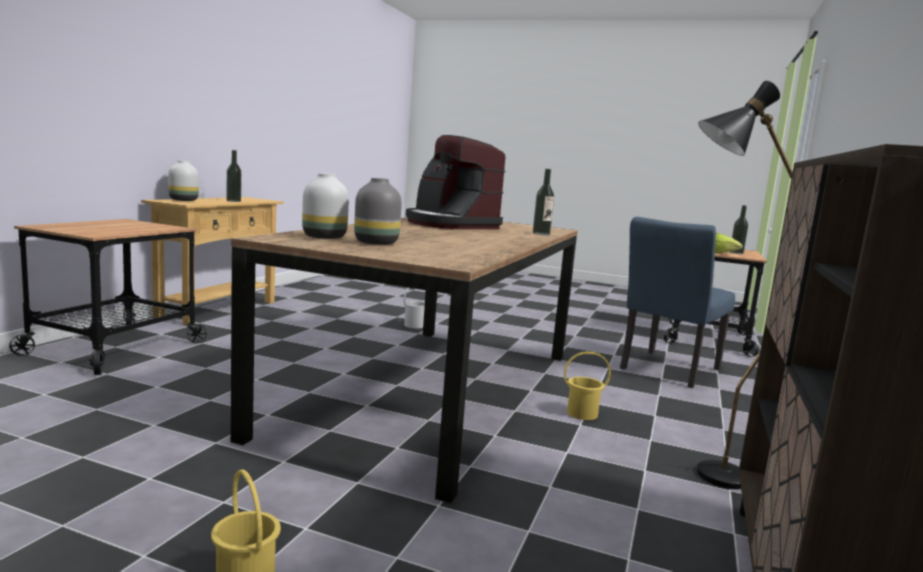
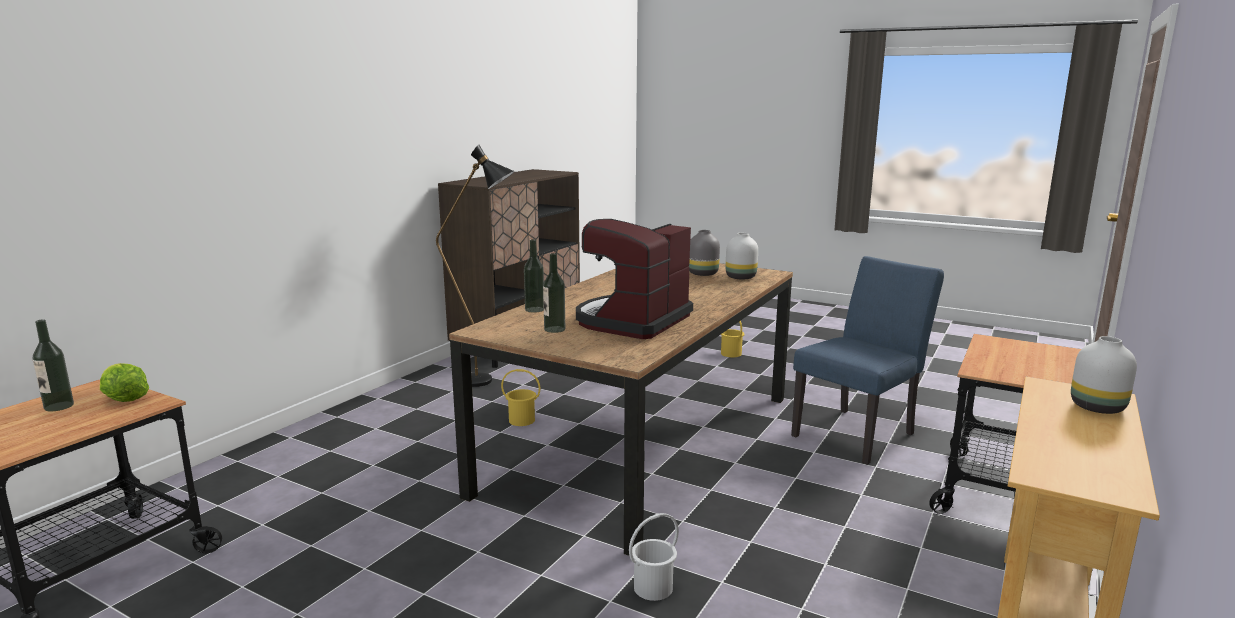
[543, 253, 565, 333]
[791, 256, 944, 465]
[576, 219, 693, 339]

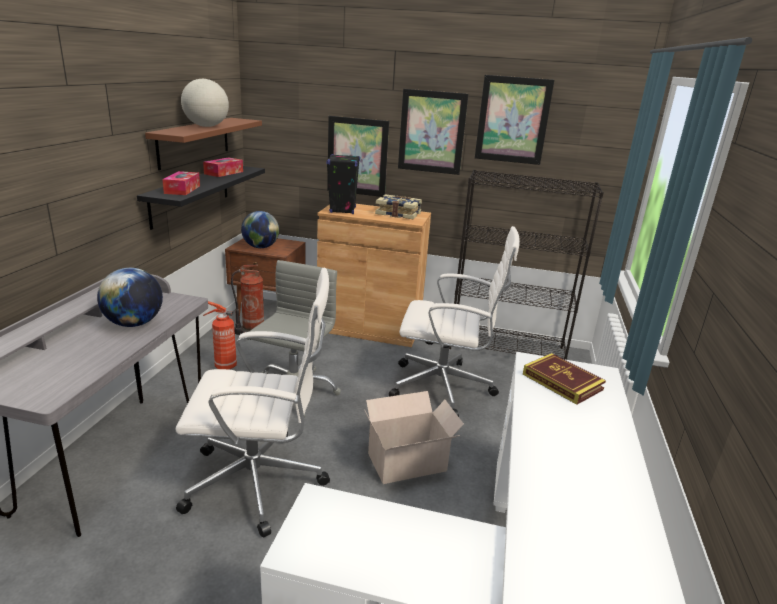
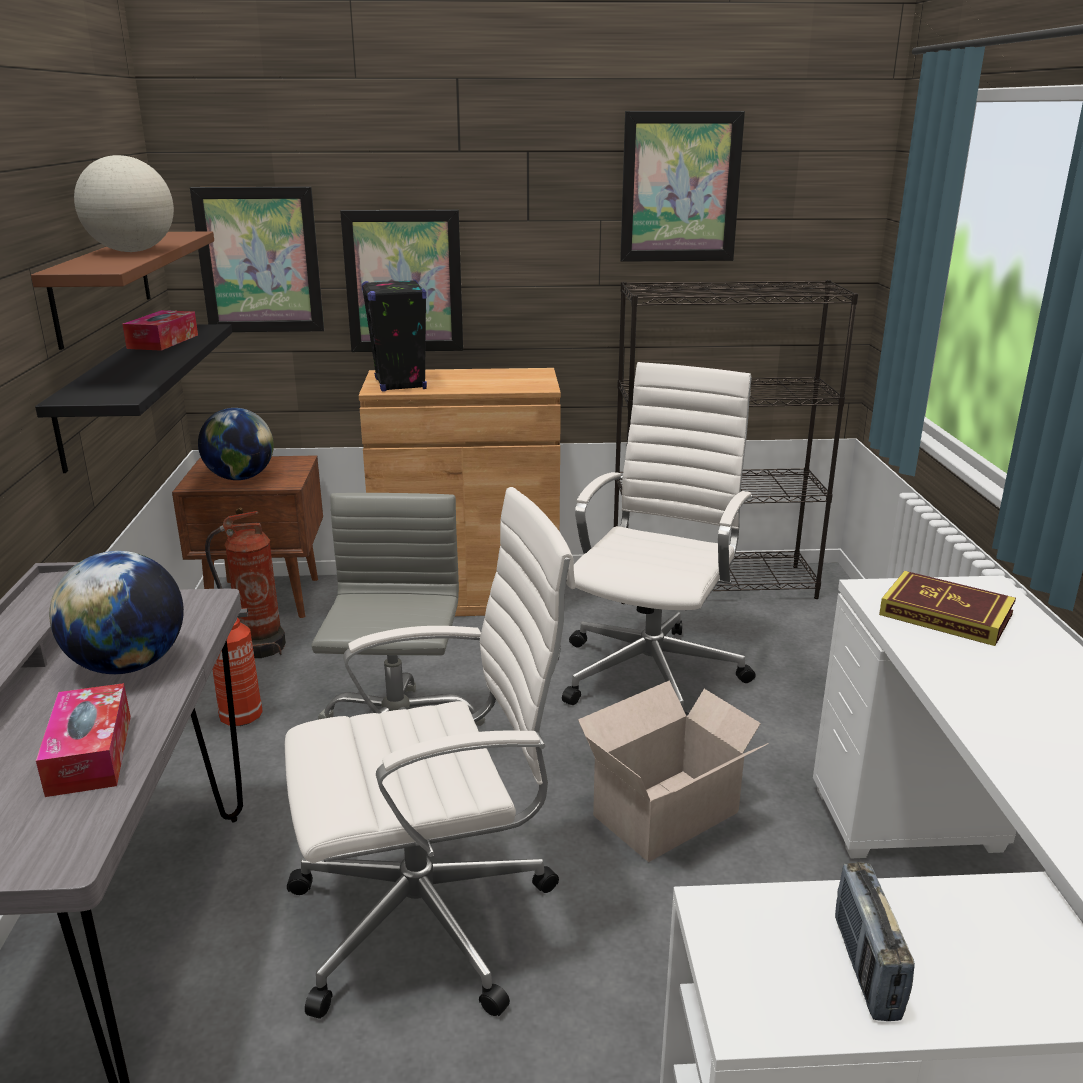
[375, 194, 422, 219] (first image)
[835, 862, 915, 1021]
[36, 683, 131, 797]
[190, 186, 324, 332]
[562, 362, 756, 716]

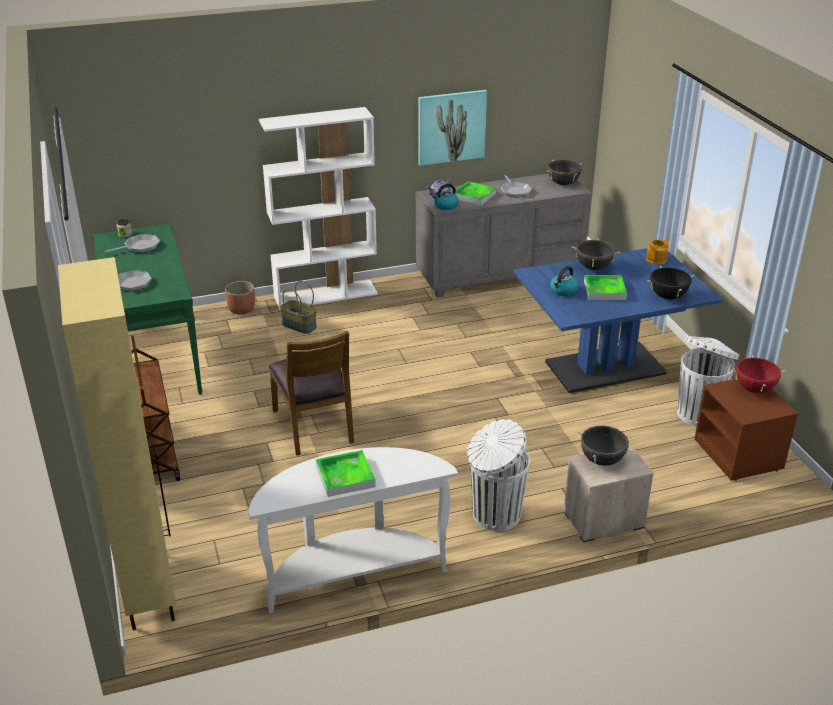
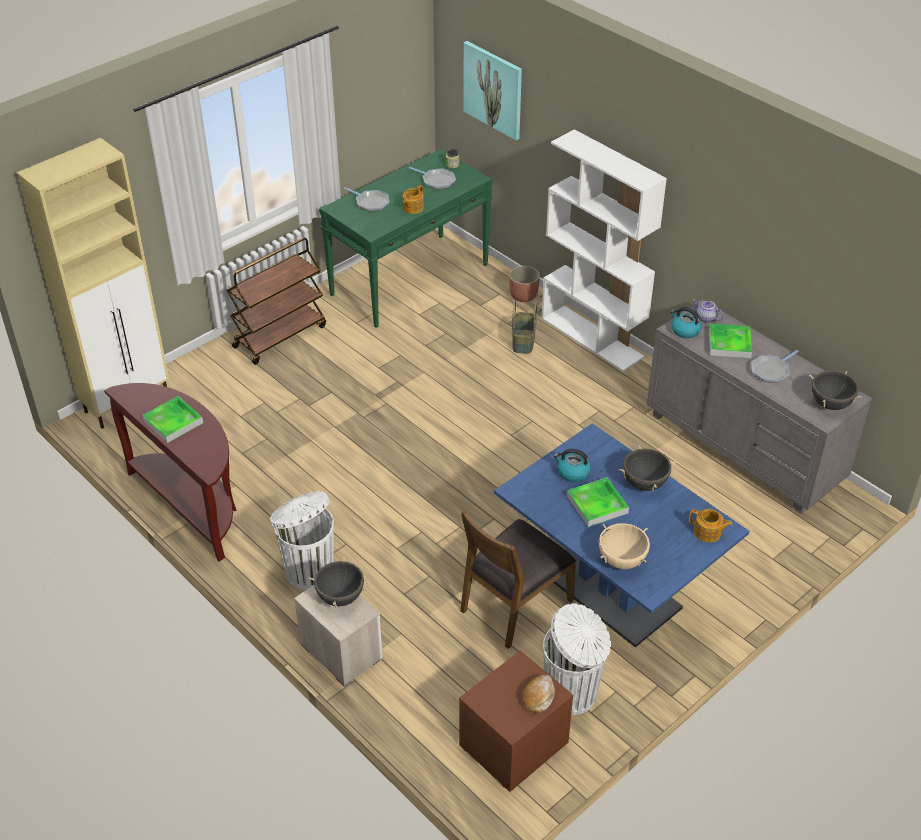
[403, 185, 424, 214]
[460, 510, 576, 649]
[464, 41, 522, 140]
[522, 675, 555, 713]
[104, 383, 237, 561]
[598, 523, 650, 569]

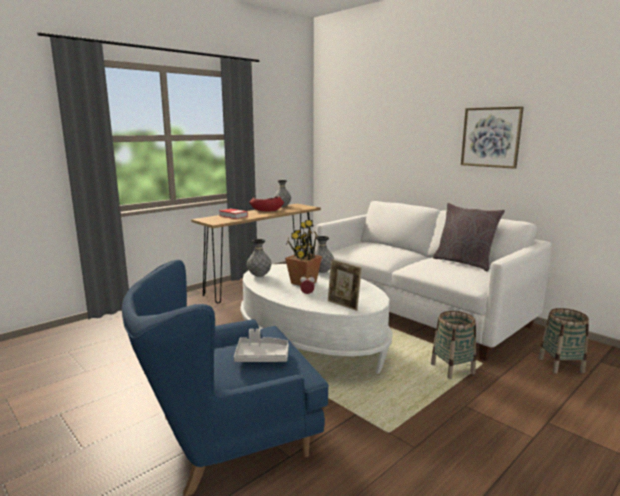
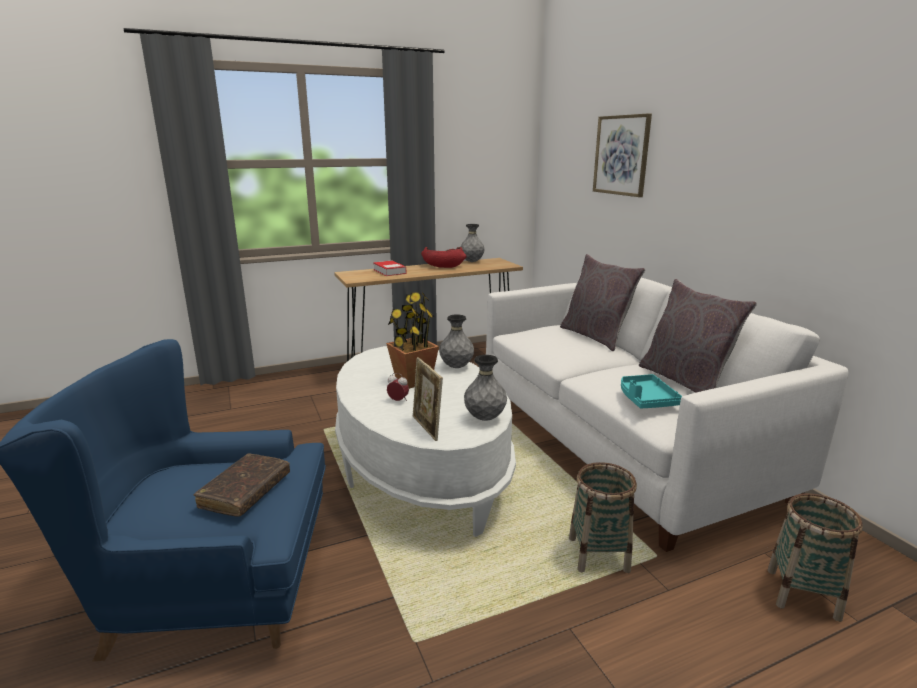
[560, 254, 645, 351]
[621, 374, 682, 409]
[464, 355, 507, 421]
[593, 113, 652, 197]
[194, 454, 290, 517]

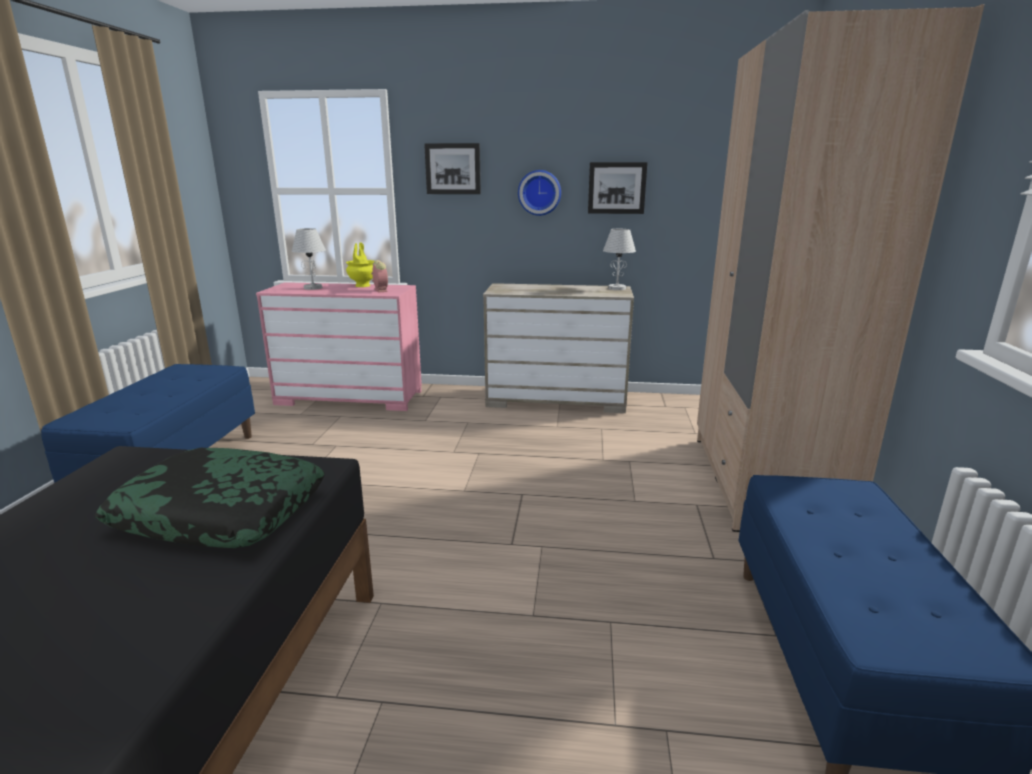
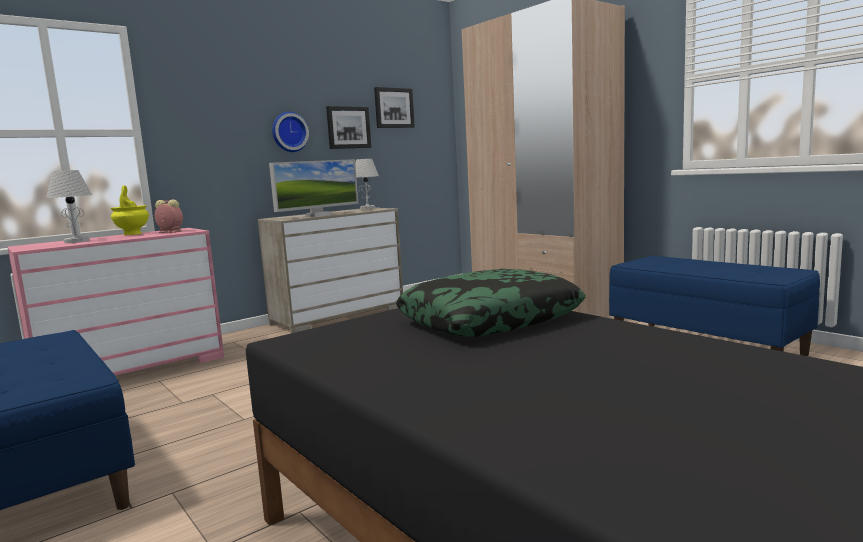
[269, 159, 358, 217]
[374, 87, 415, 128]

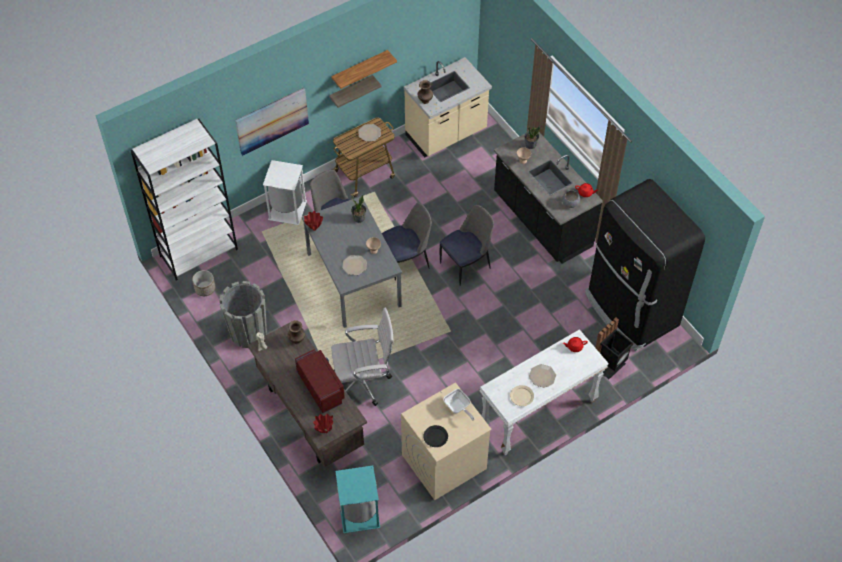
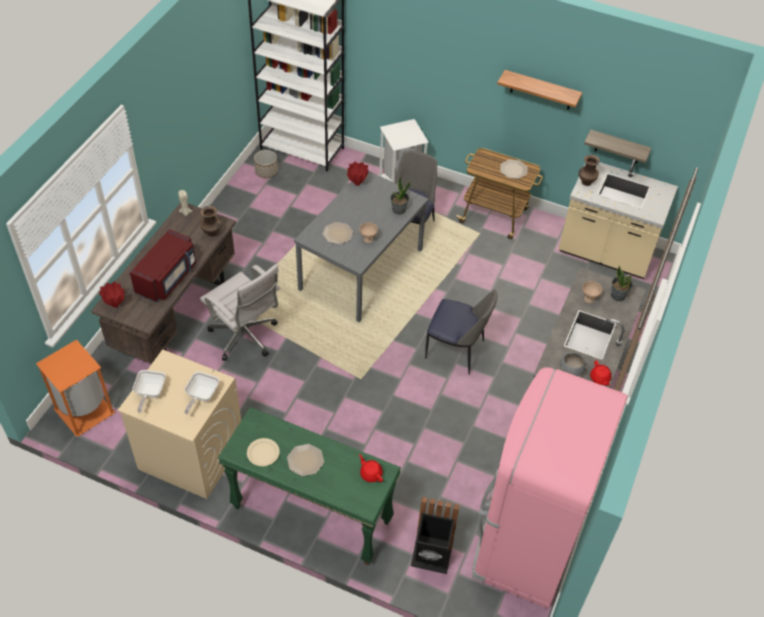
[219, 281, 267, 348] (first image)
[235, 88, 309, 156] (first image)
[382, 202, 432, 281] (first image)
[584, 130, 651, 164]
[133, 370, 166, 413]
[36, 339, 115, 437]
[218, 407, 401, 565]
[472, 367, 628, 609]

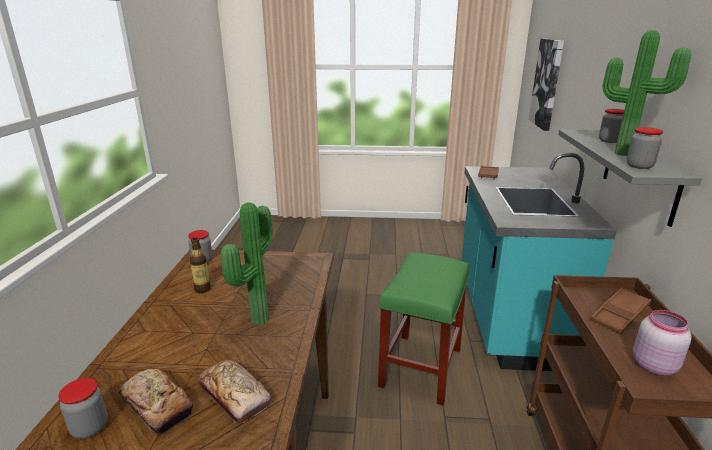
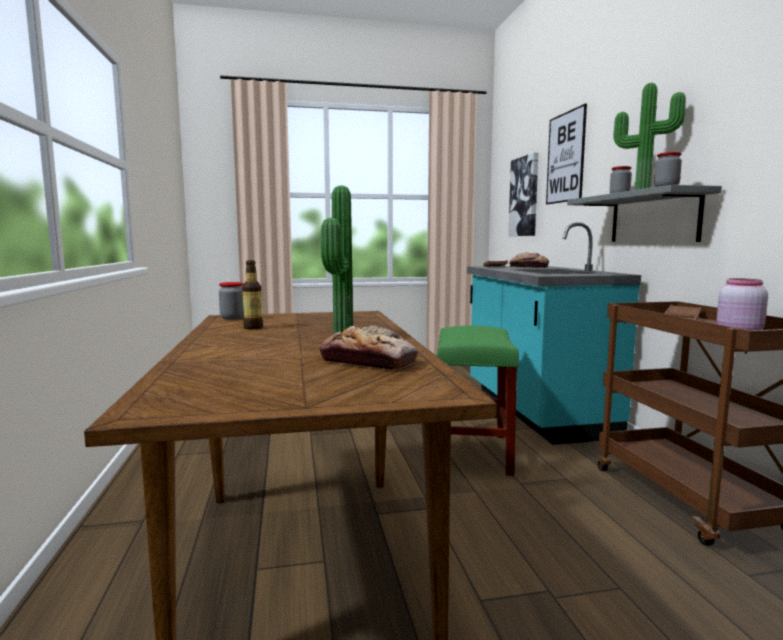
[58, 378, 108, 439] (first image)
[546, 104, 587, 204]
[509, 252, 549, 268]

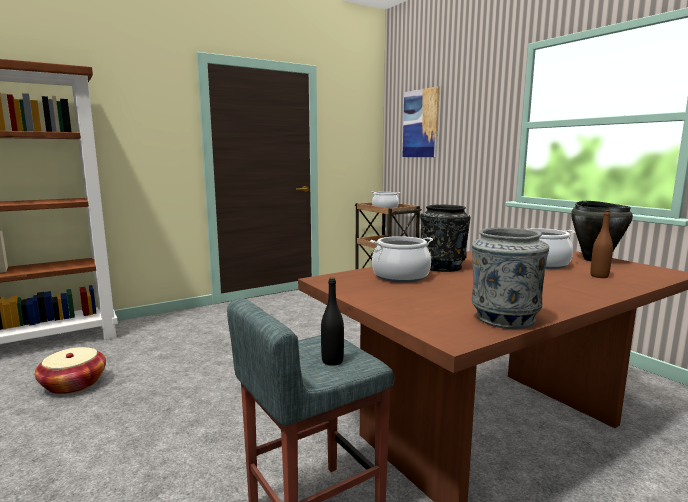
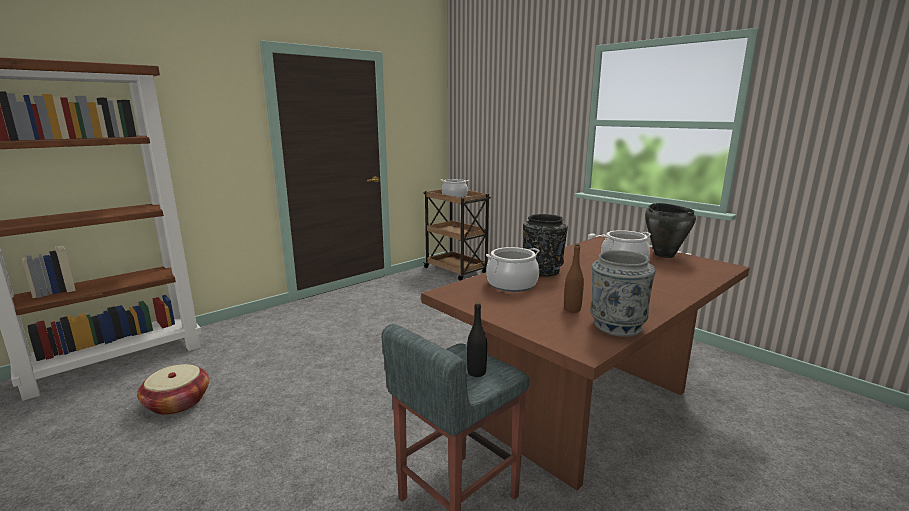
[403, 86, 440, 157] (first image)
[564, 244, 584, 313]

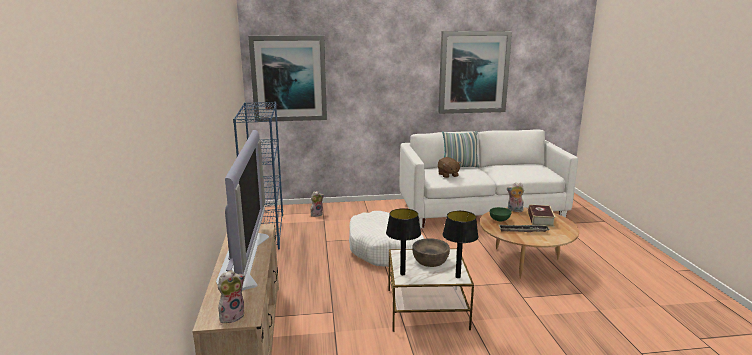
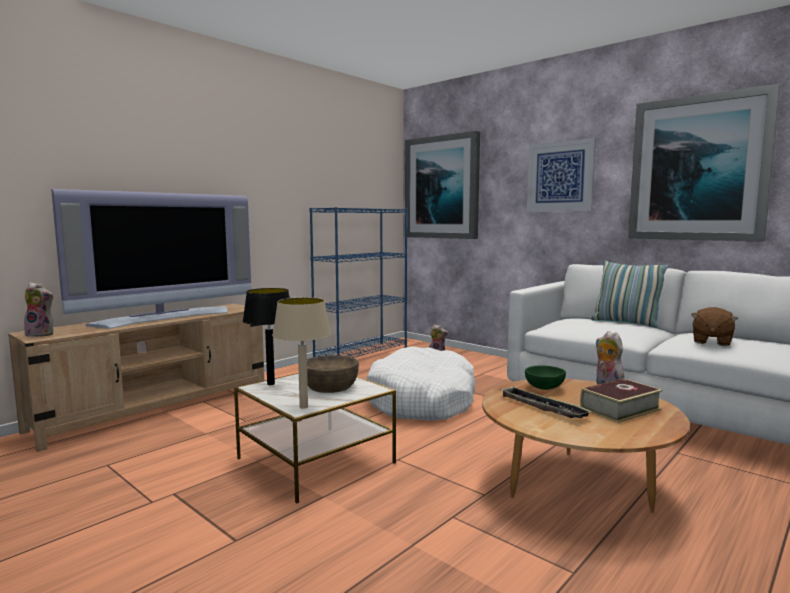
[527, 138, 596, 212]
[691, 307, 738, 346]
[273, 297, 331, 409]

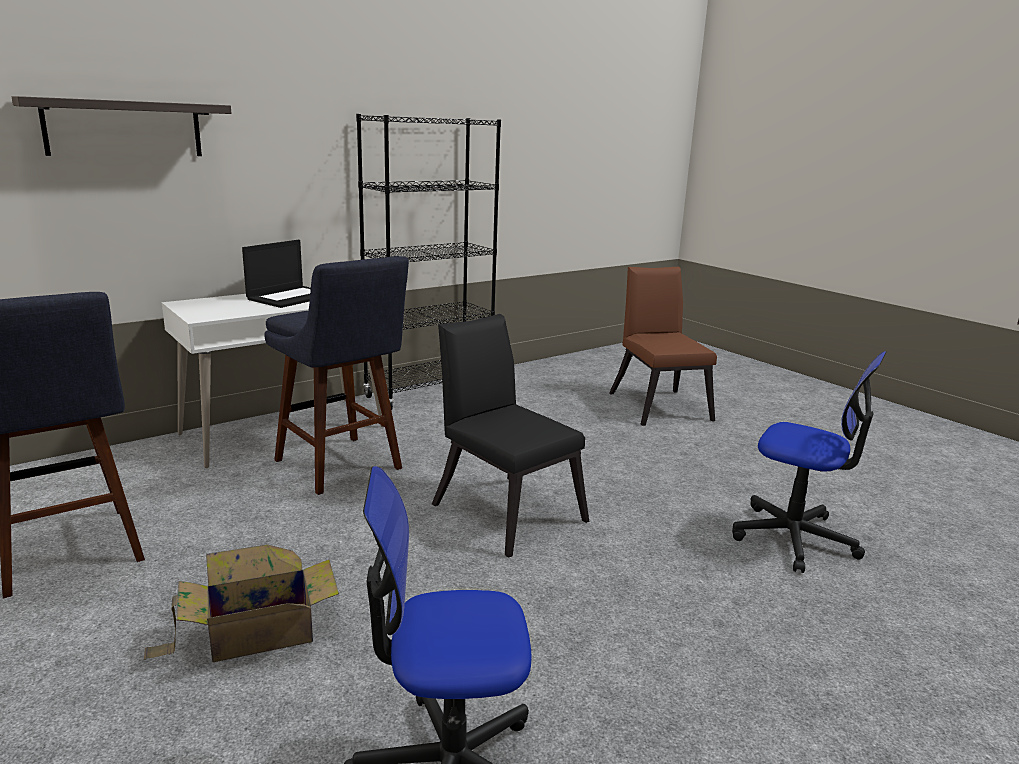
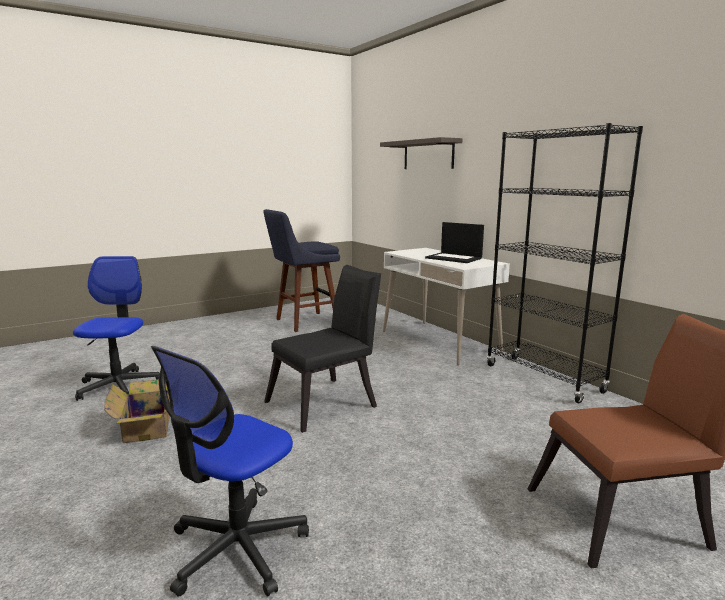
[264, 256, 409, 495] (first image)
[104, 379, 170, 443]

